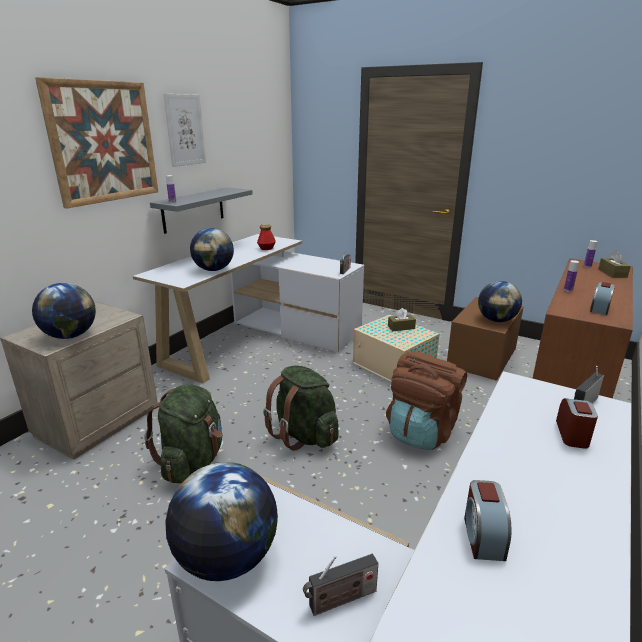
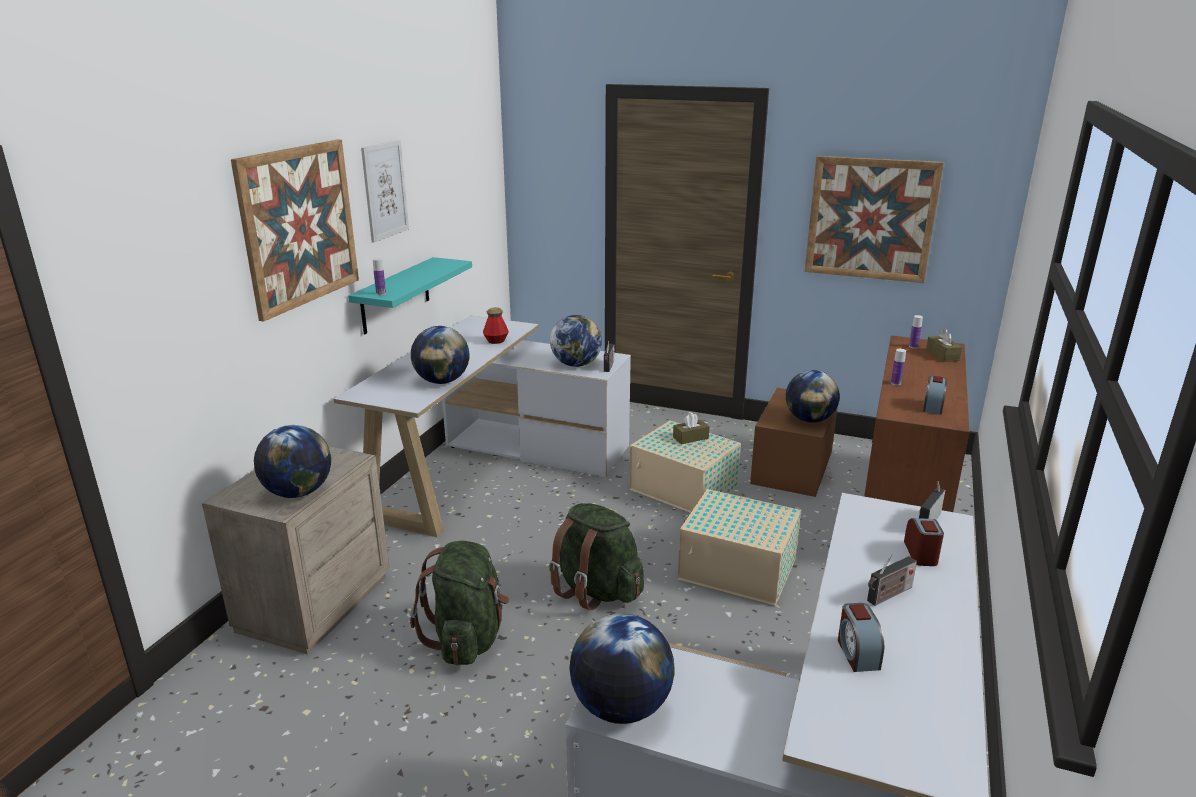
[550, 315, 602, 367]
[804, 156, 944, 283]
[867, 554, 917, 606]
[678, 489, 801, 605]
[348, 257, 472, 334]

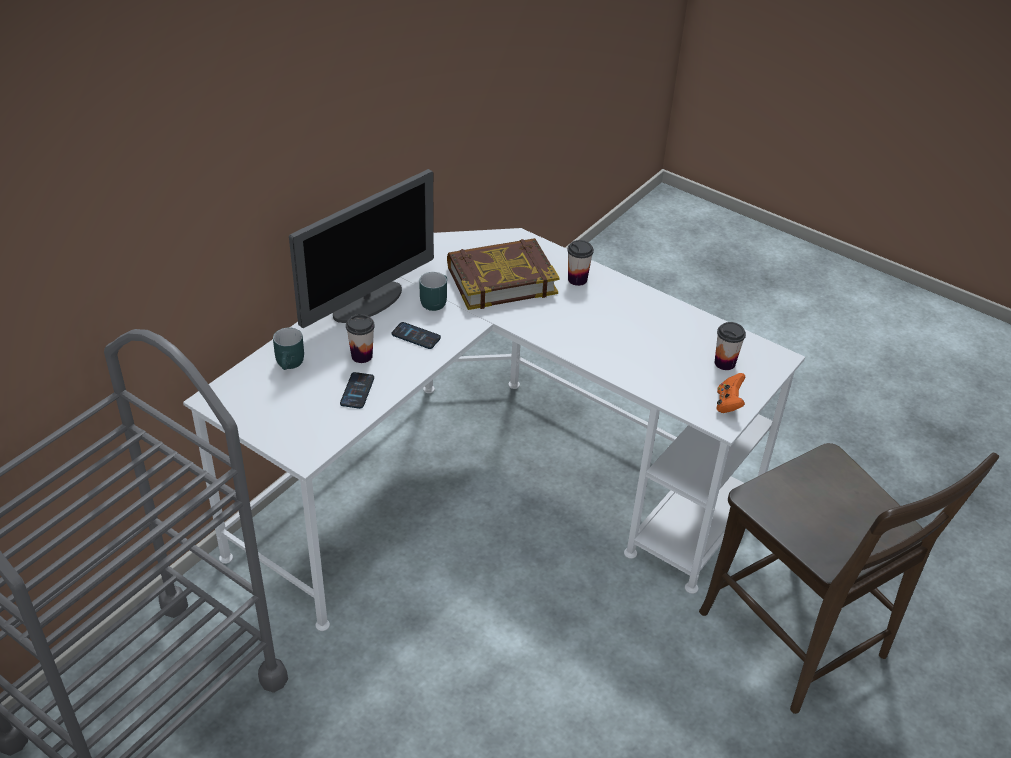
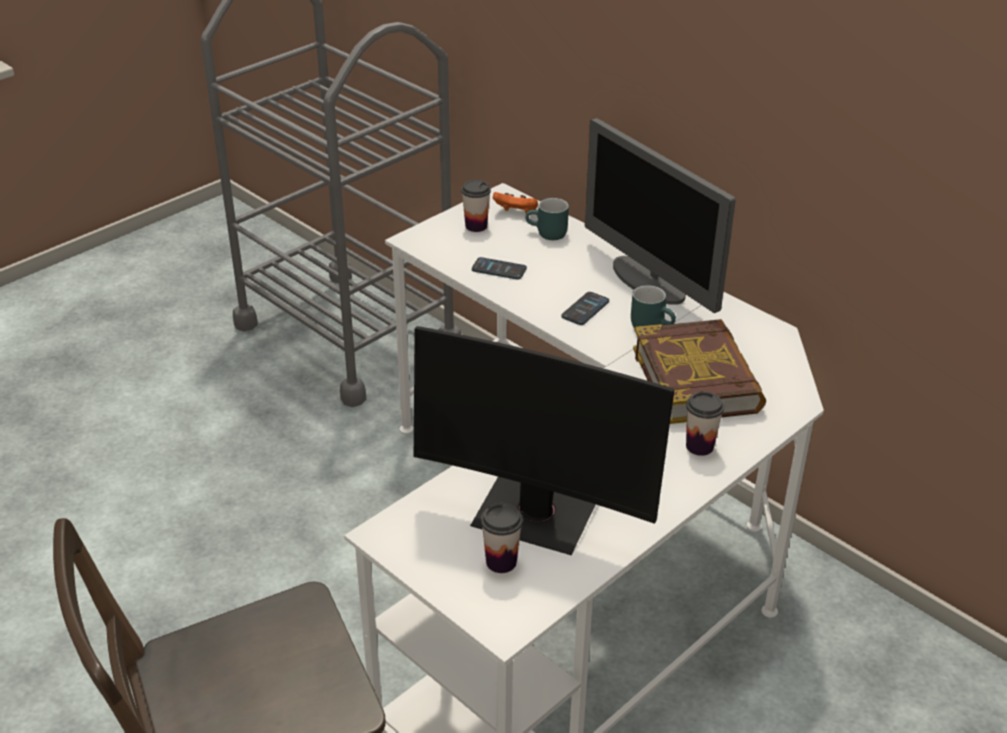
[414, 326, 675, 555]
[461, 180, 491, 232]
[493, 192, 538, 213]

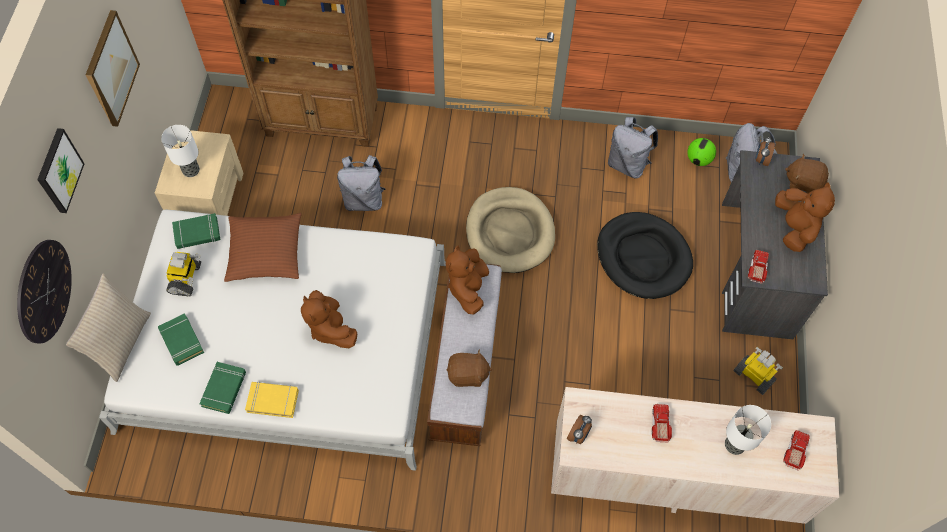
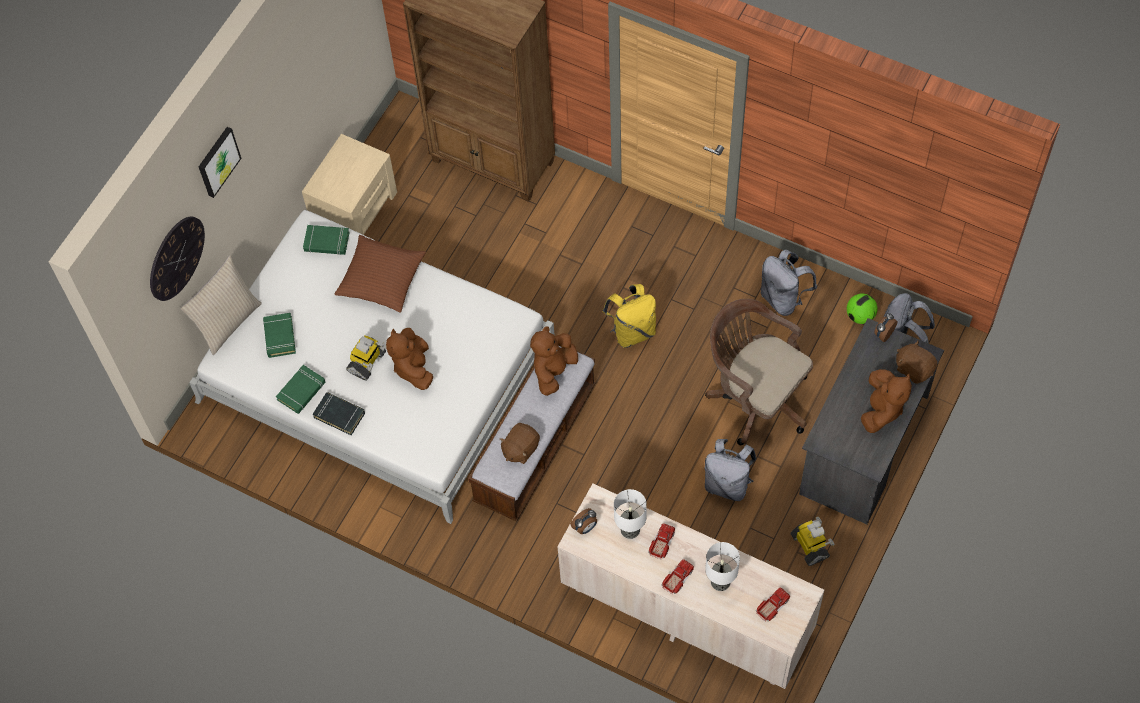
[86, 10, 140, 127] (first image)
[614, 489, 647, 539]
[346, 335, 386, 381]
[705, 439, 756, 501]
[661, 559, 694, 595]
[603, 284, 656, 348]
[705, 299, 813, 445]
[313, 392, 365, 435]
[500, 423, 540, 464]

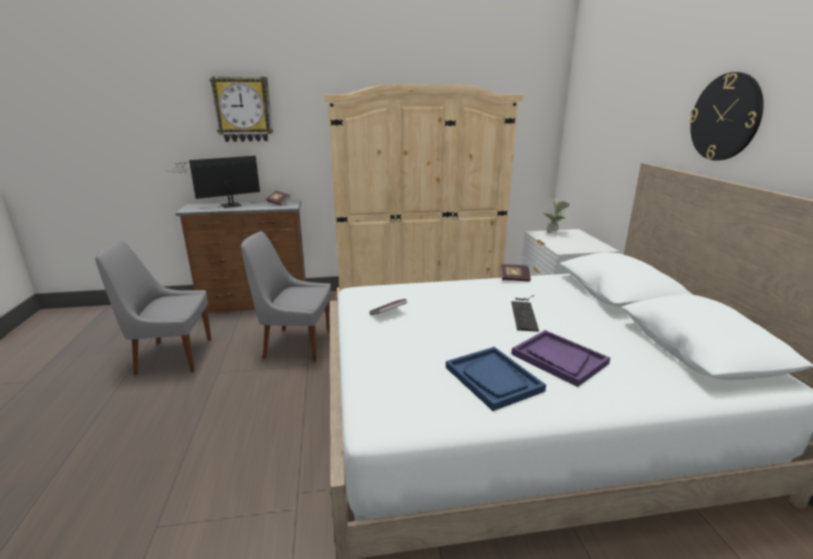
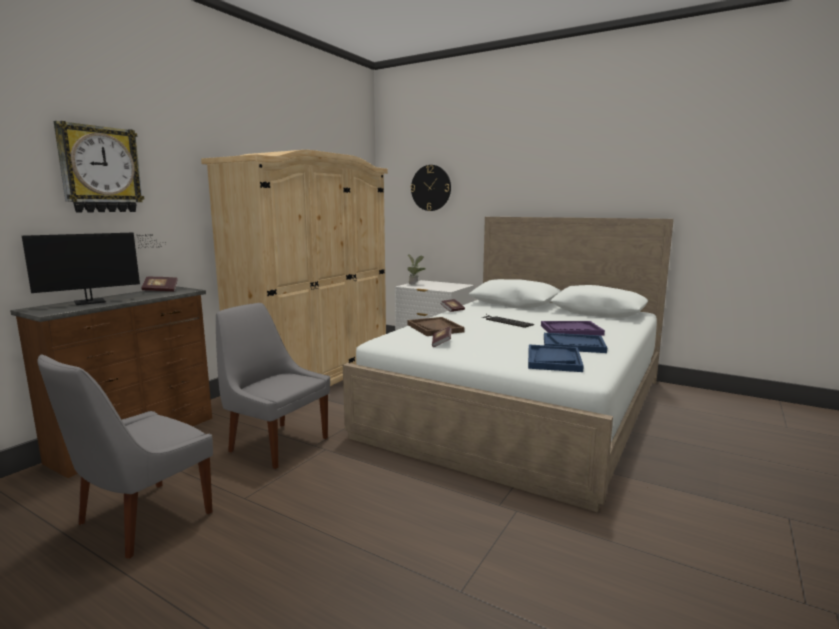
[407, 317, 464, 336]
[528, 345, 584, 372]
[411, 165, 451, 211]
[22, 232, 167, 305]
[216, 303, 330, 469]

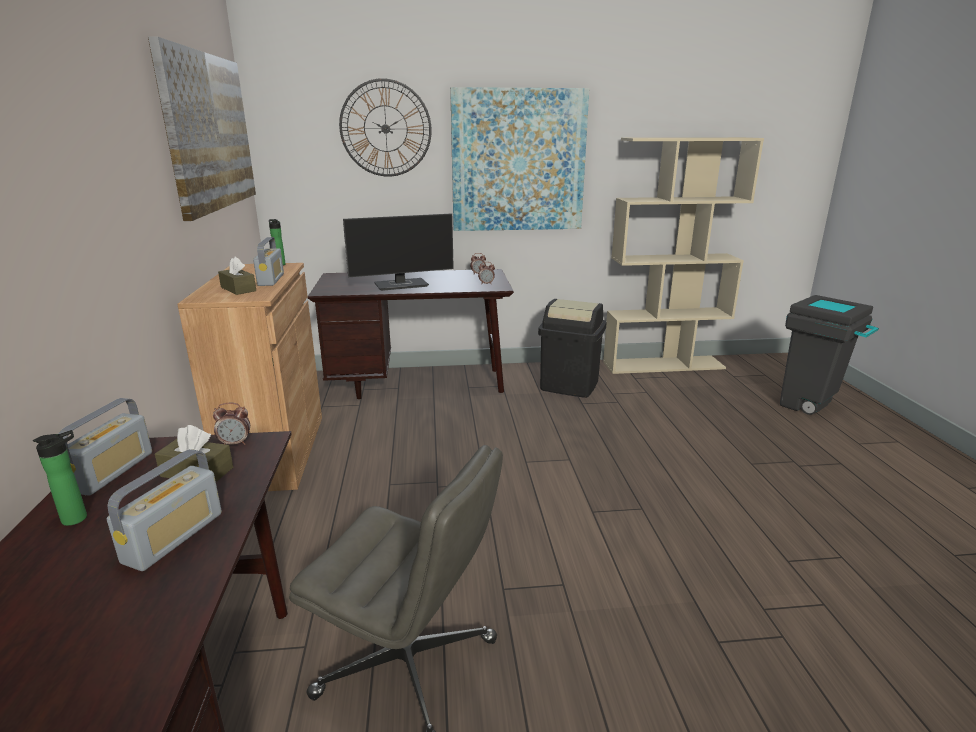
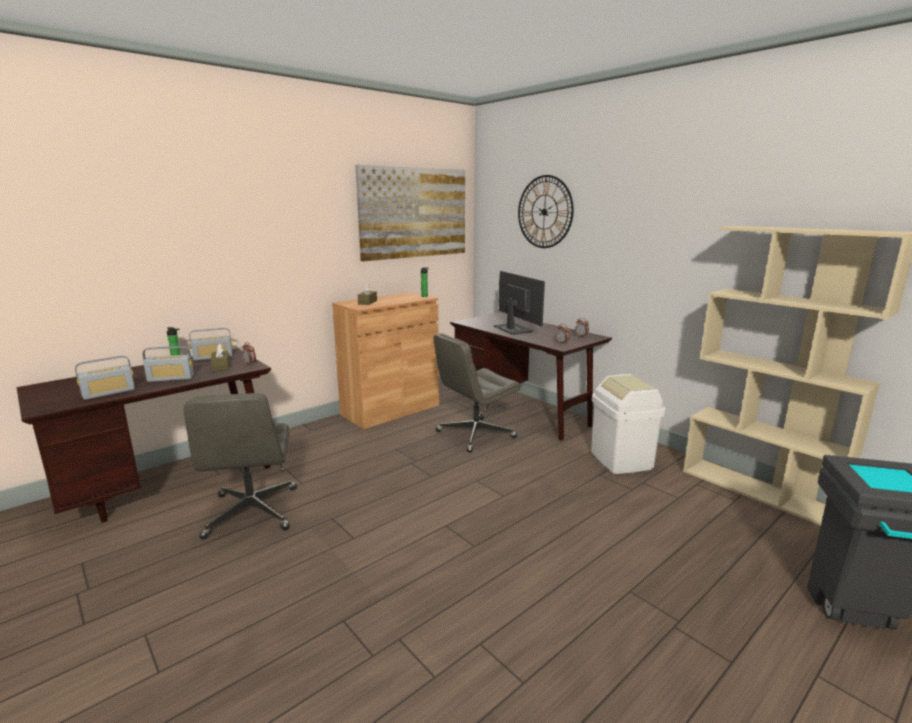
[450, 87, 589, 231] (first image)
[433, 333, 520, 453]
[75, 356, 135, 400]
[591, 374, 666, 474]
[493, 271, 545, 335]

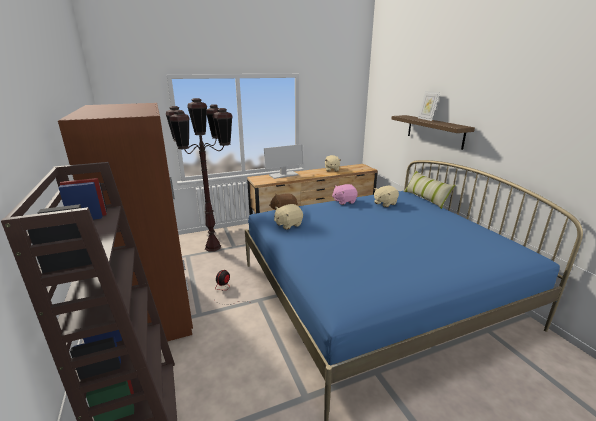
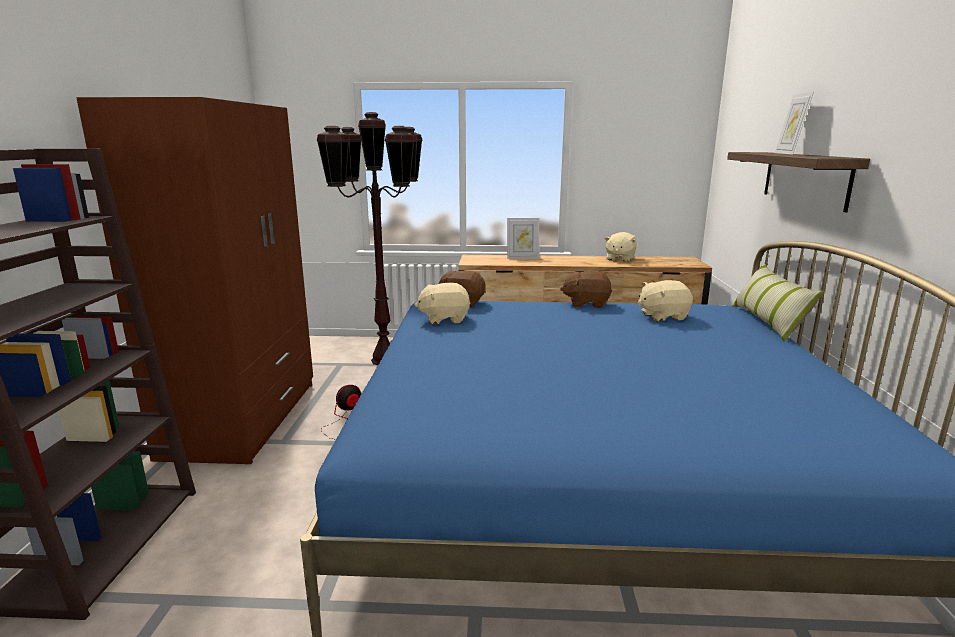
[507, 218, 539, 259]
[561, 271, 612, 308]

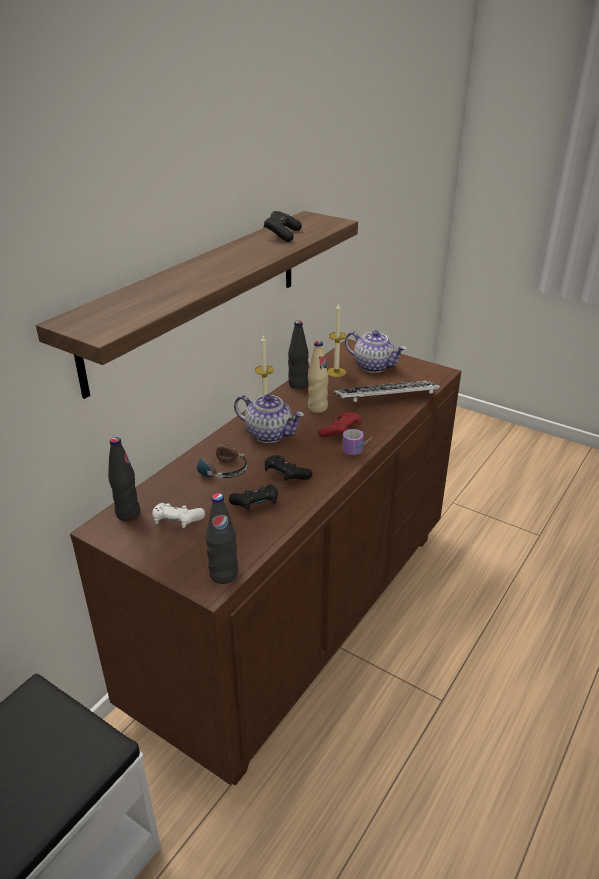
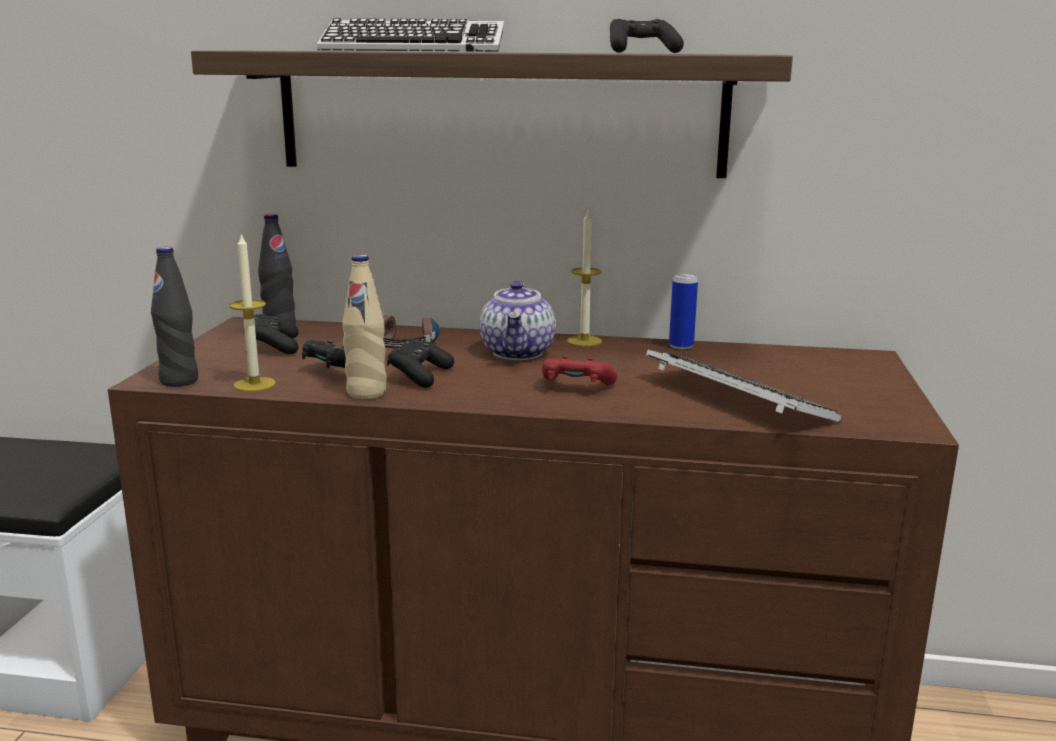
[342, 429, 372, 455] (first image)
[345, 330, 406, 373] (first image)
[317, 18, 504, 52]
[342, 255, 387, 399]
[229, 233, 276, 392]
[669, 274, 698, 349]
[254, 314, 299, 355]

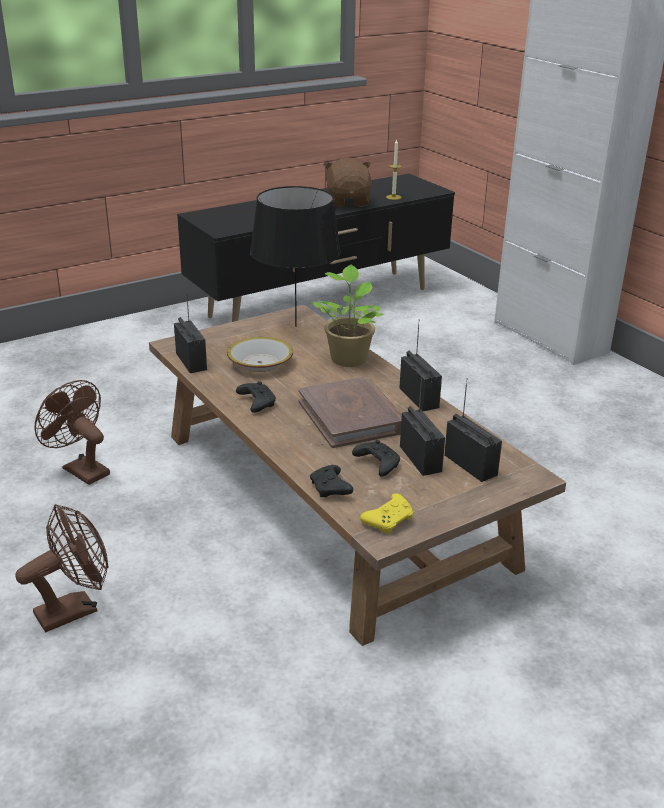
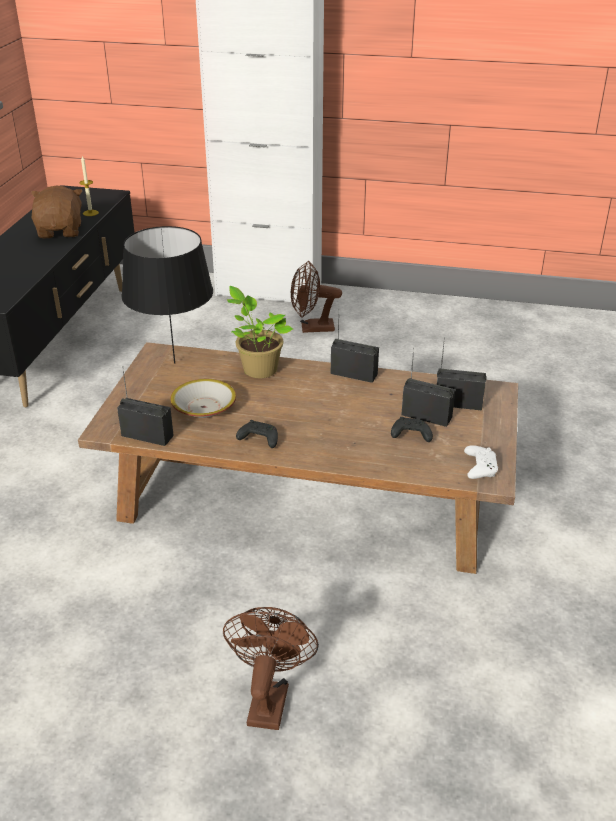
[298, 377, 402, 448] (first image)
[310, 465, 353, 497] (first image)
[291, 261, 342, 333]
[464, 445, 498, 479]
[31, 186, 82, 238]

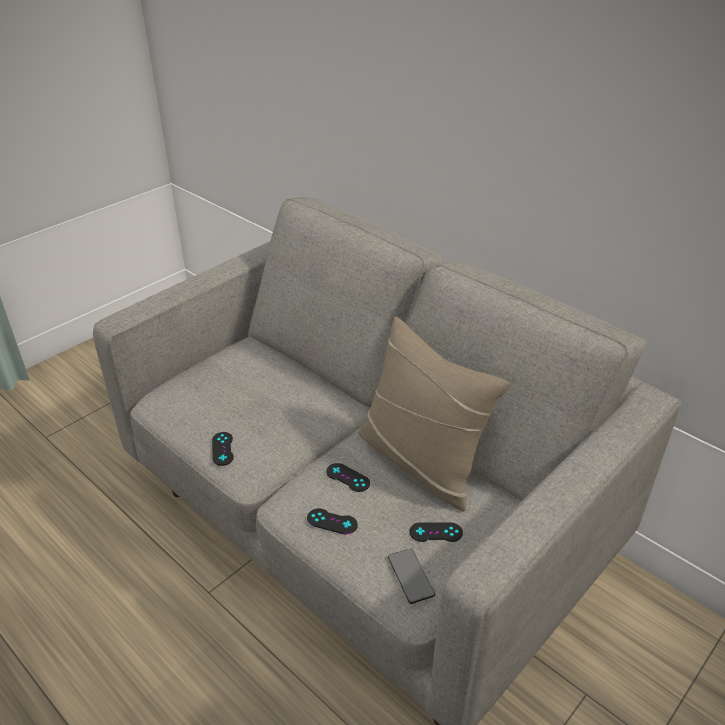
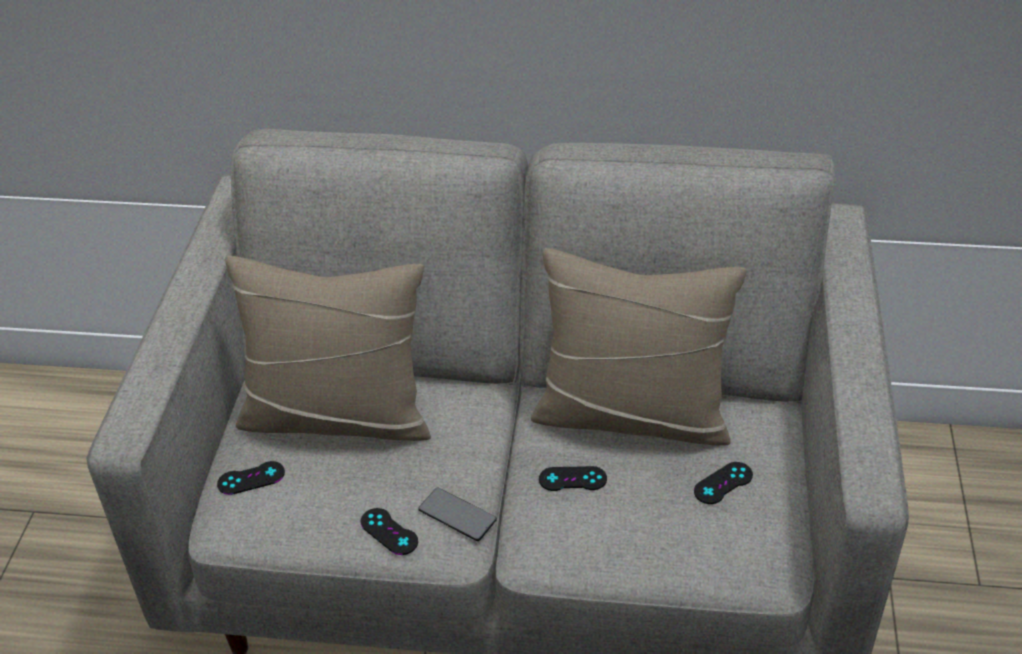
[225, 256, 431, 441]
[217, 461, 285, 495]
[418, 488, 497, 541]

